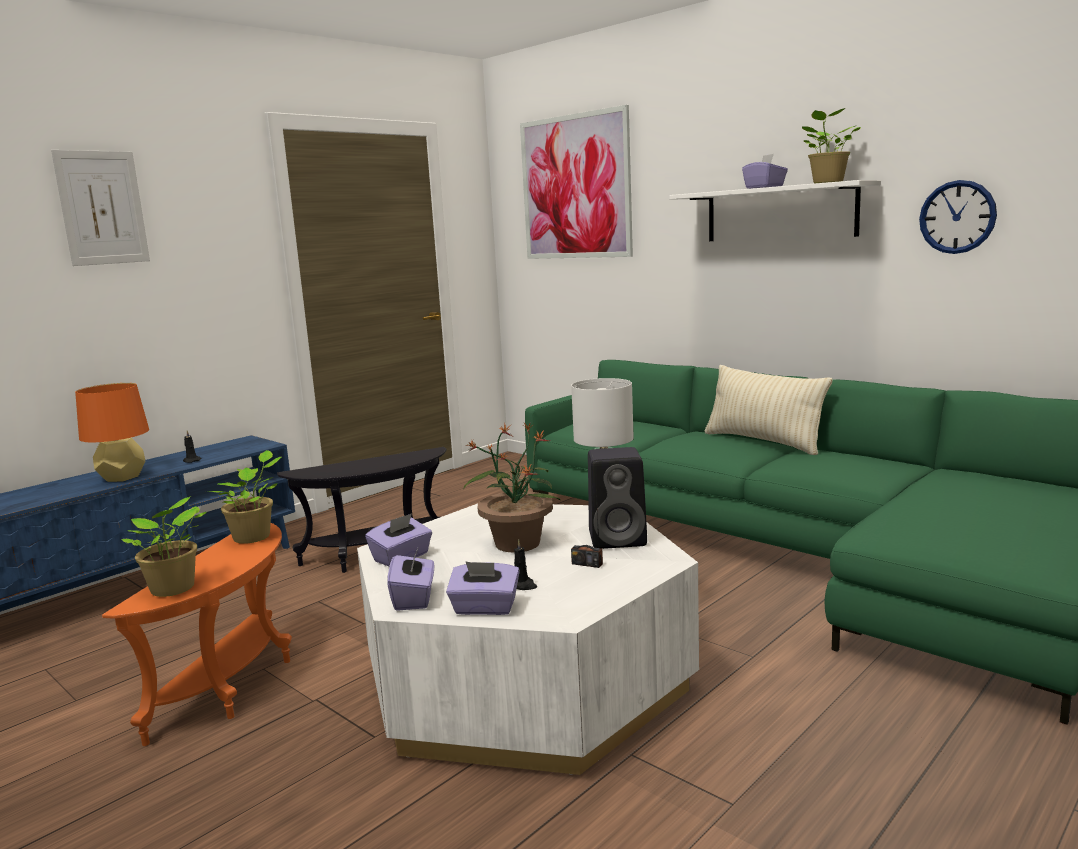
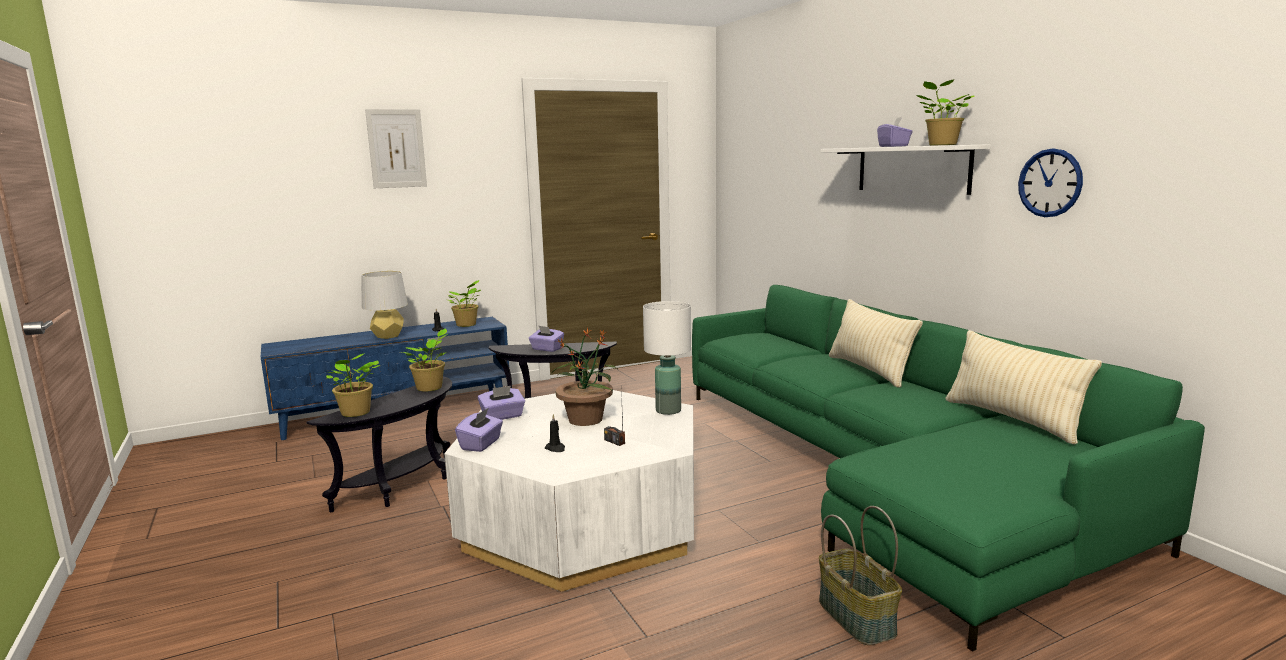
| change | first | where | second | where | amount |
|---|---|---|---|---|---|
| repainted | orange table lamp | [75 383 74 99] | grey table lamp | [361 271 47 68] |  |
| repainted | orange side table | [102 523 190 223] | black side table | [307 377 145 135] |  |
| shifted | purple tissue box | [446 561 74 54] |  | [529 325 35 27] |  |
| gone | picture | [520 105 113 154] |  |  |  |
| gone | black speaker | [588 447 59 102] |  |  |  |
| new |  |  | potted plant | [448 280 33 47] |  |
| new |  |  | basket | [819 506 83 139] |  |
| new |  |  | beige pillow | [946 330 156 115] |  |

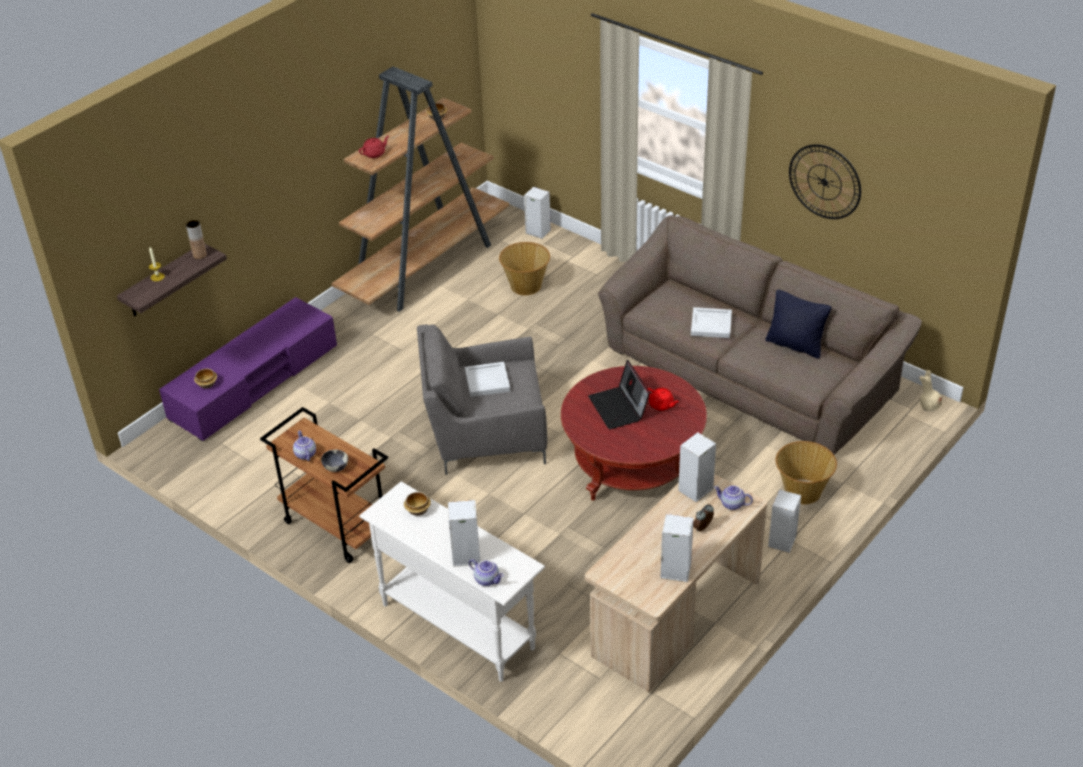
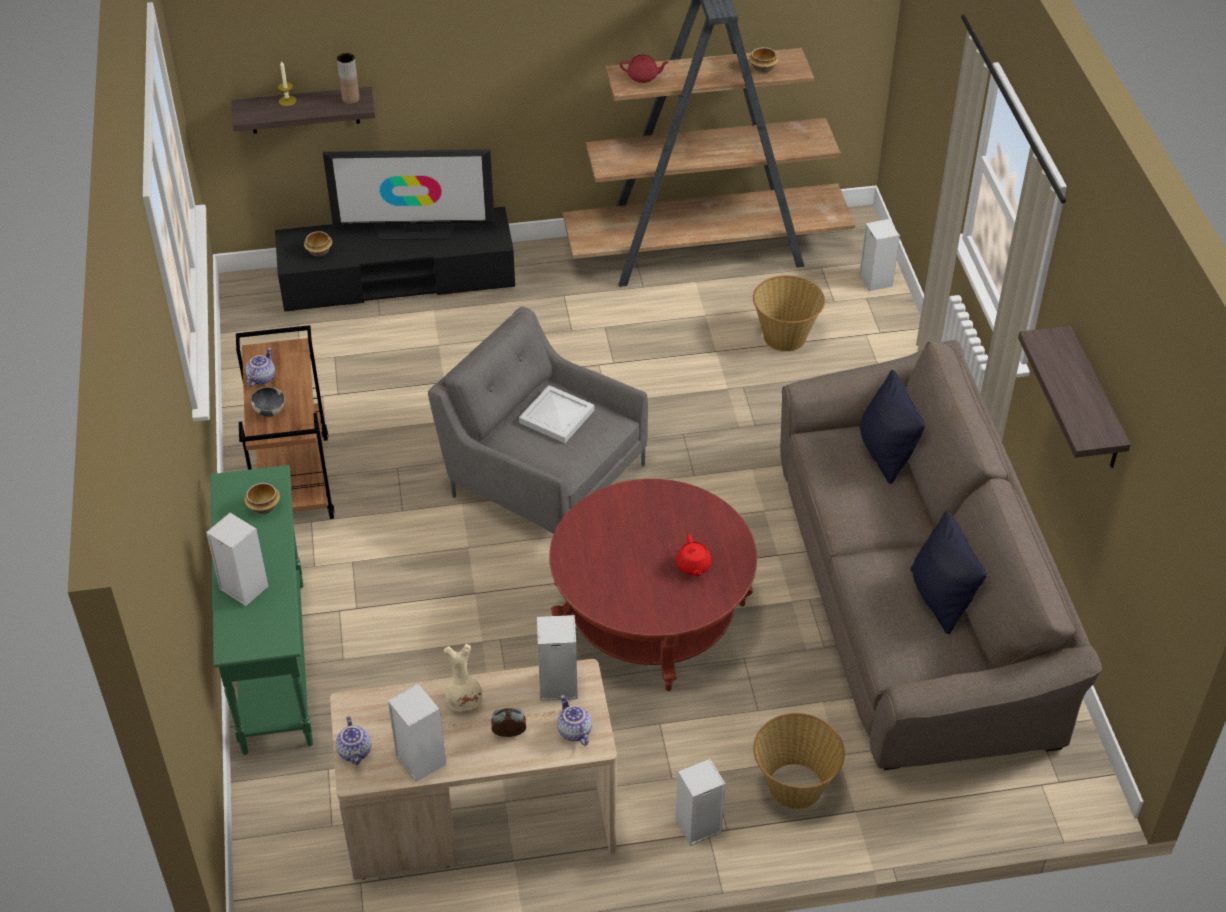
| change | first | where | second | where | amount |
|---|---|---|---|---|---|
| repainted | purple tv stand | [159 297 178 144] | black tv stand | [275 207 240 104] |  |
| repainted | white console table | [359 481 186 201] | green console table | [210 465 103 290] |  |
| shifted | teapot | [469 559 35 27] |  | [336 716 35 49] |  |
| gone | laptop | [588 360 62 69] |  |  |  |
| gone | white tray | [691 307 41 31] |  |  |  |
| swapped | wall clock | [789 144 72 75] | shelf | [1018 326 113 142] |  |
| shifted | beige vase | [919 370 23 41] |  | [444 644 38 67] |  |
| new |  |  | television | [323 149 172 91] |  |
| new |  |  | black pillow | [860 370 65 114] |  |

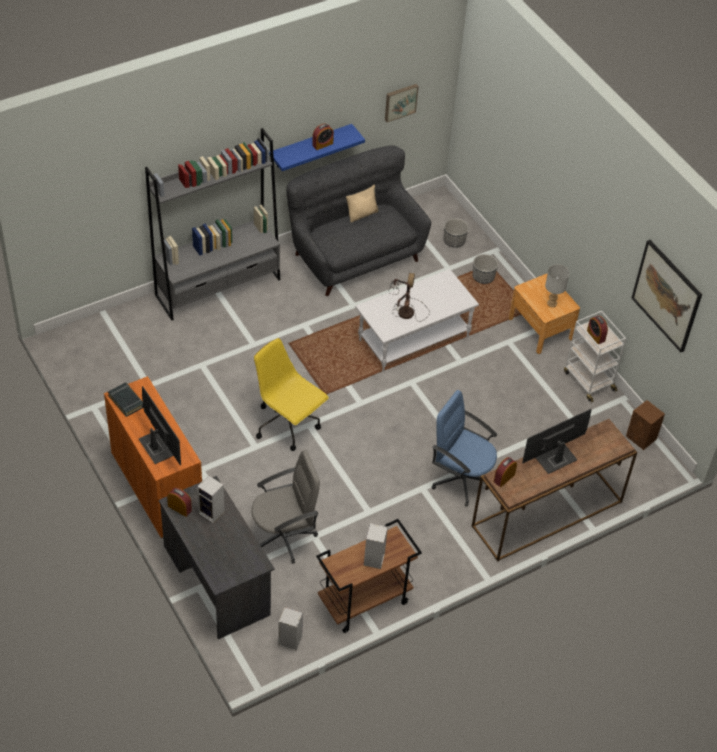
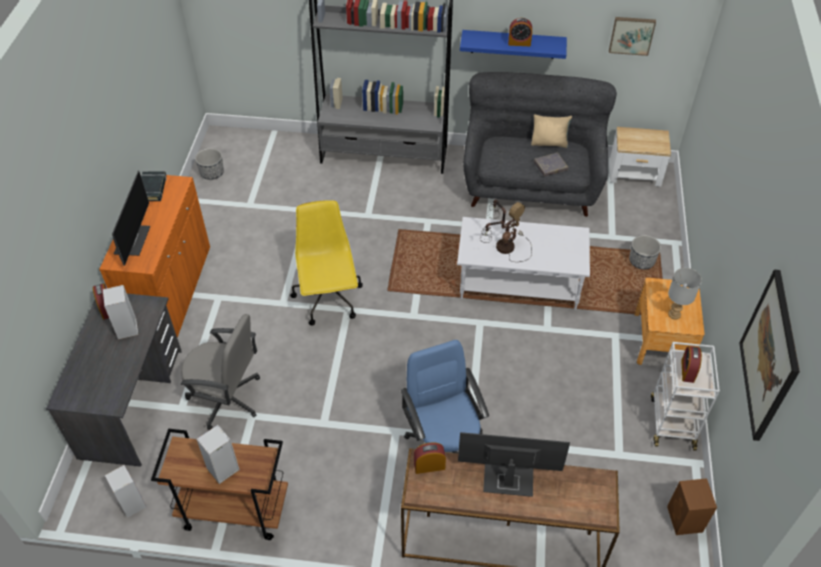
| change | first | where | second | where | amount |
|---|---|---|---|---|---|
| shifted | planter | [444 218 25 30] |  | [195 148 29 32] |  |
| new |  |  | grey book | [534 152 35 24] |  |
| new |  |  | side table | [610 127 61 60] |  |

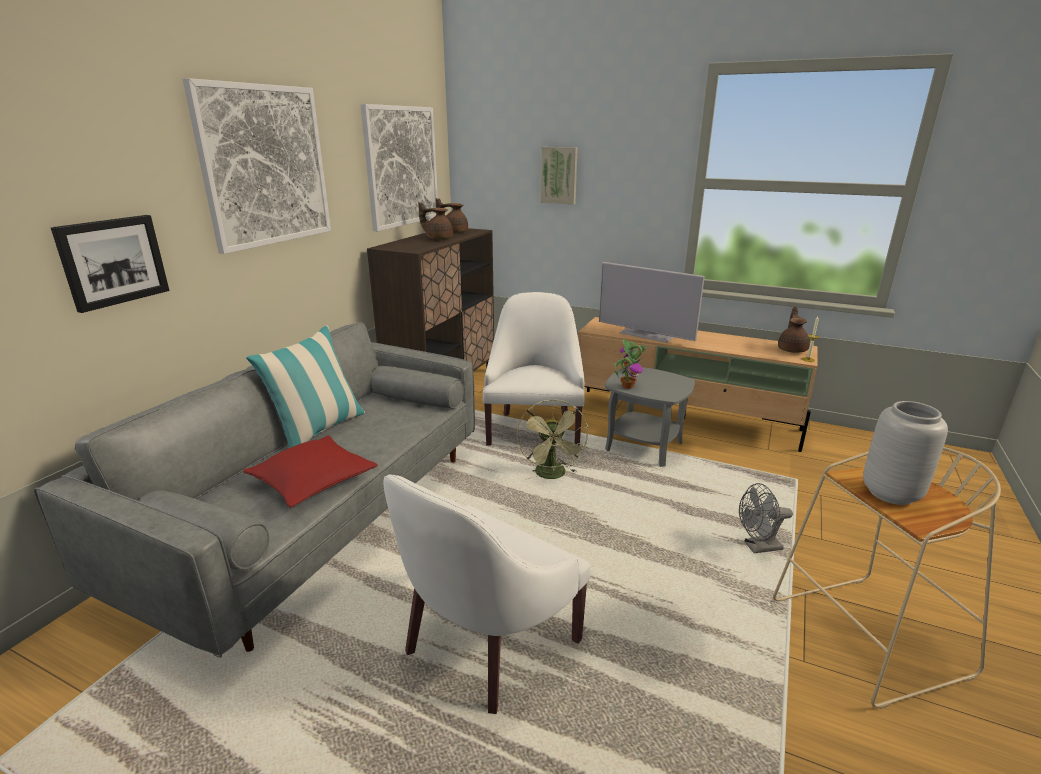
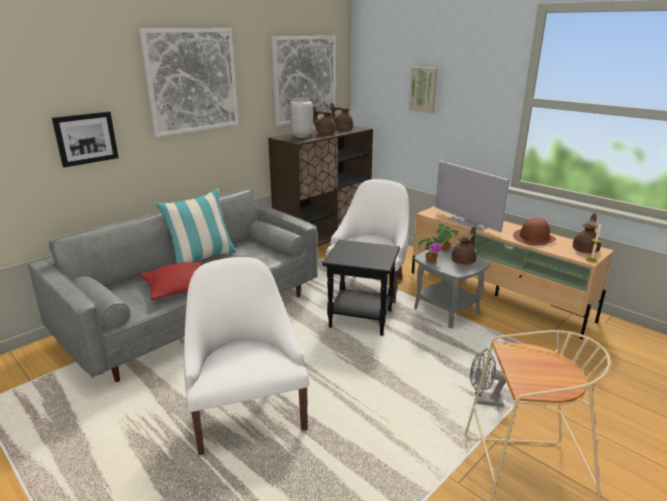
| change | first | where | second | where | amount |
|---|---|---|---|---|---|
| rotated | white armchair | [383 474 208 240] |  | [184 257 125 198] | 105 degrees clockwise |
| swapped | green fan | [517 399 71 80] | black side table | [322 240 78 96] |  |
| shifted | grey vase | [863 401 85 104] |  | [291 98 22 40] |  |
| new |  |  | brown teapot | [452 226 25 39] |  |
| new |  |  | brown hat | [513 218 43 28] |  |

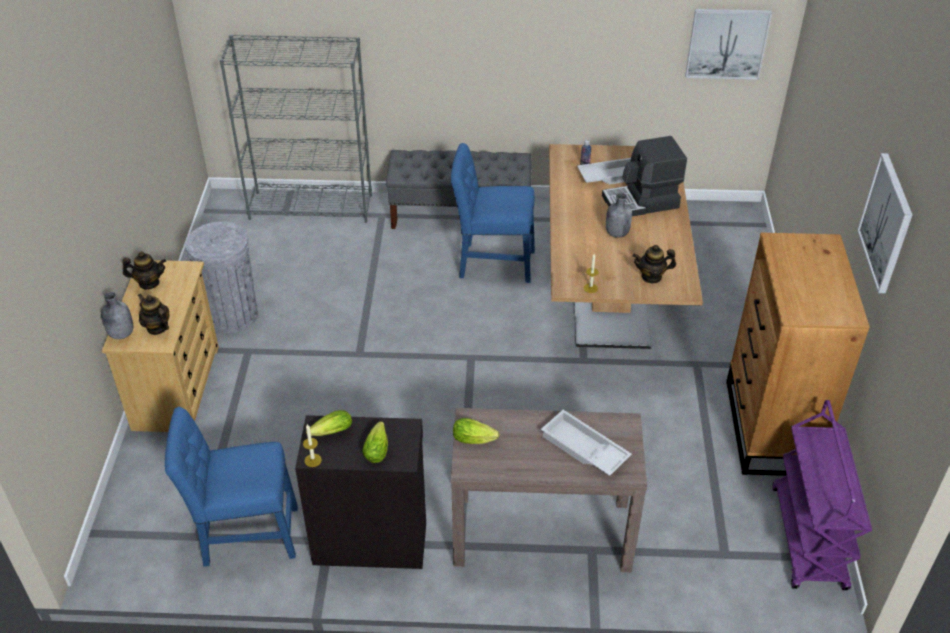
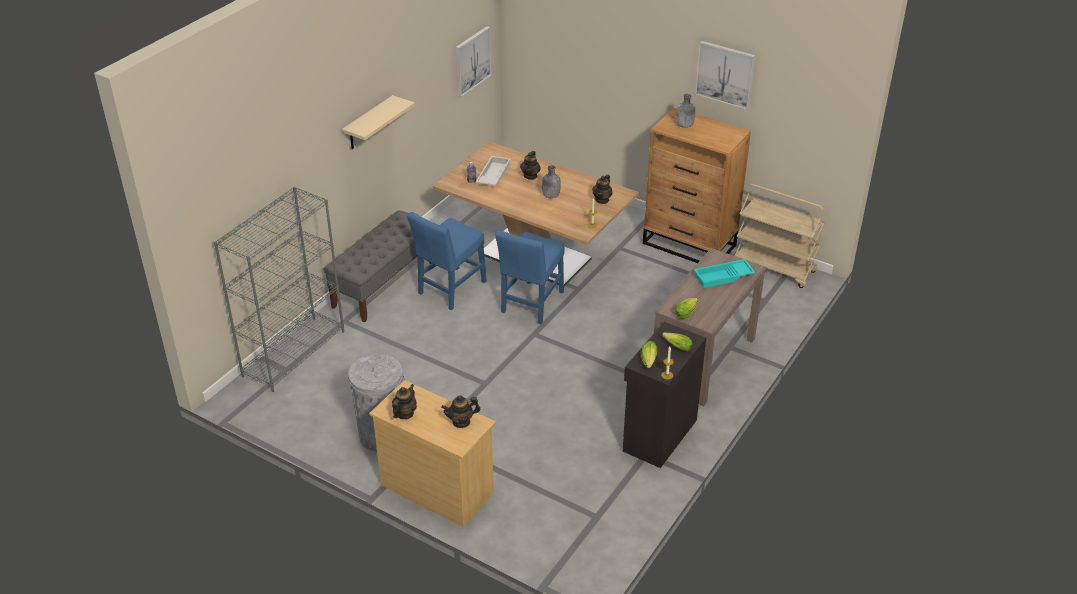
| change | first | where | second | where | amount |
|---|---|---|---|---|---|
| shifted | grey bottle | [101 292 32 47] |  | [676 94 19 34] |  |
| shifted | blue chair | [165 407 133 160] |  | [495 230 70 94] |  |
| repainted | white tray | [541 410 91 66] | turquoise tray | [694 259 61 29] |  |
| swapped | coffee machine | [602 136 85 80] | teapot | [520 151 21 29] |  |
| repainted | purple cart | [772 400 100 190] | beige cart | [735 184 90 104] |  |
| new |  |  | beige shelf | [342 95 73 54] |  |

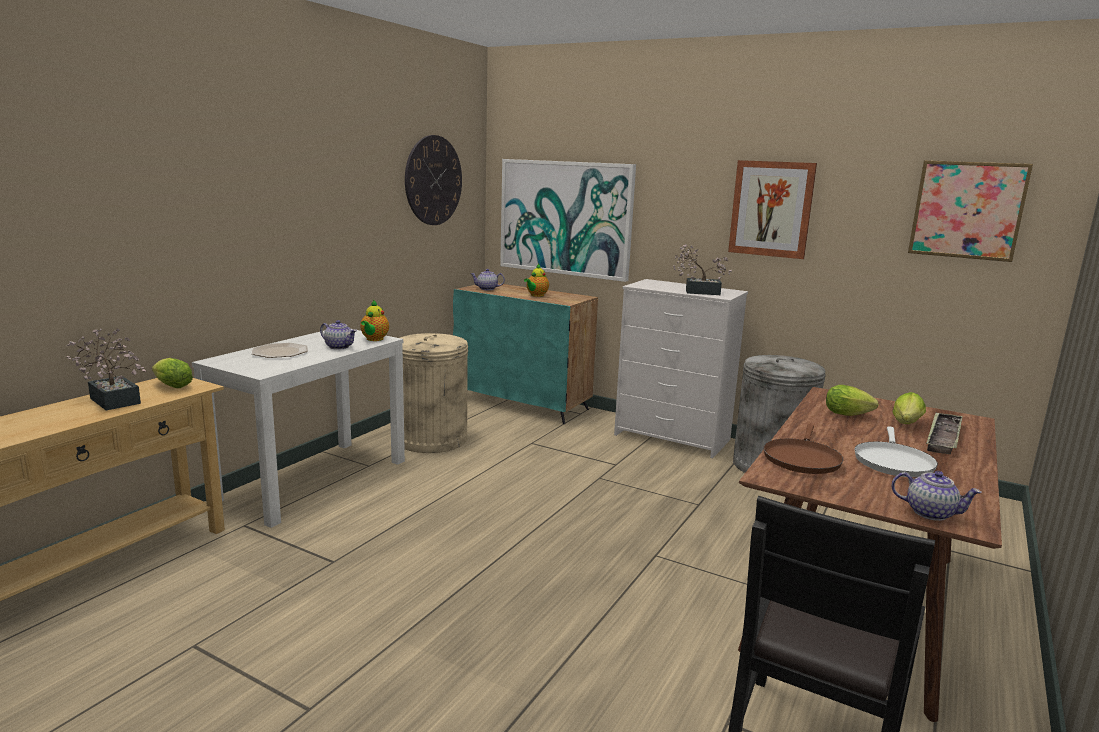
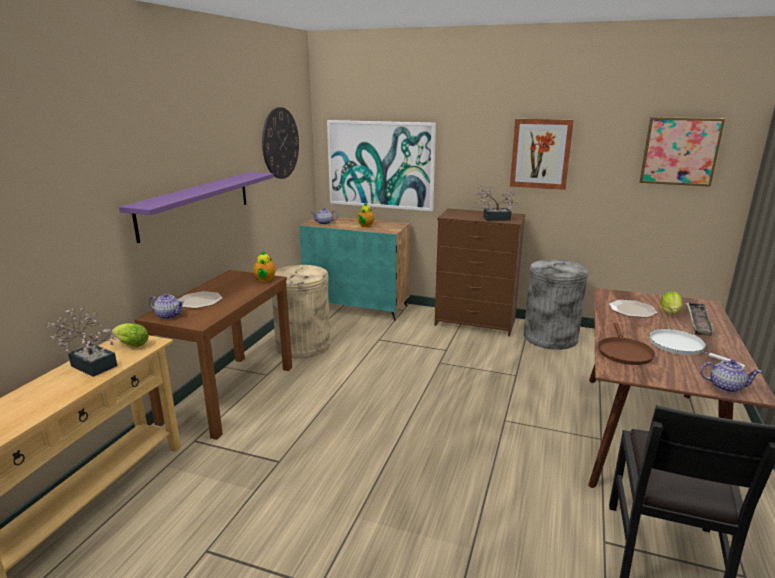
| change | first | where | second | where | amount |
|---|---|---|---|---|---|
| repainted | white console table | [192 329 213 199] | brown console table | [135 270 157 170] |  |
| shifted | teapot | [320 320 37 30] |  | [149 293 35 26] |  |
| repainted | white dresser | [614 279 134 179] | brown dresser | [435 209 91 127] |  |
| swapped | lettuce | [826 385 53 31] | plate | [609 300 48 18] |  |
| rotated | white frying pan | [854 426 84 51] |  | [649 329 96 39] | 135 degrees clockwise |
| new |  |  | purple shelf | [119 172 155 71] |  |

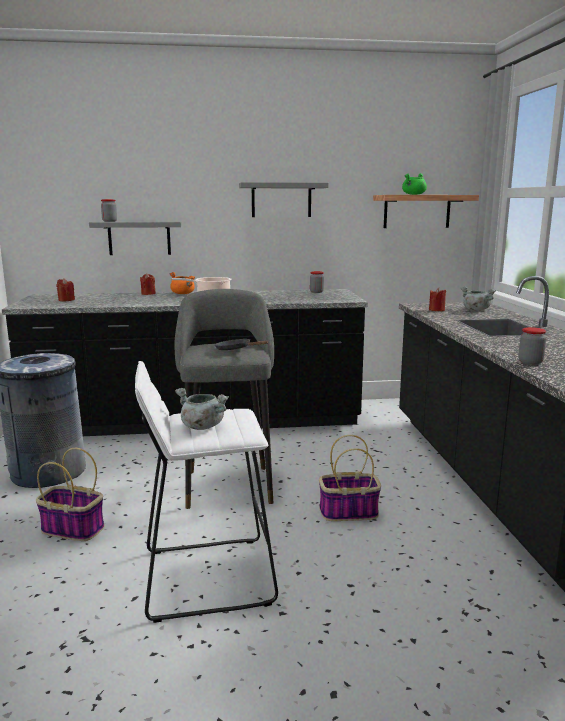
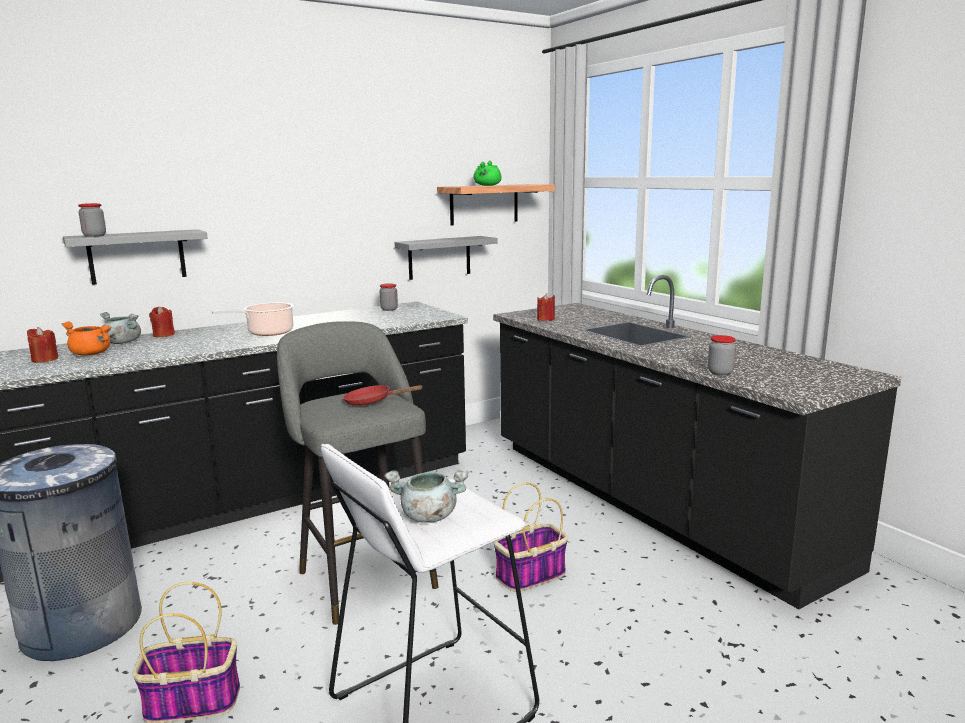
| change | first | where | second | where | amount |
|---|---|---|---|---|---|
| shifted | orange cooking pot | [169 272 26 22] |  | [62 321 50 35] |  |
| repainted | black frying pan | [215 339 54 11] | red frying pan | [343 385 79 21] |  |
| shifted | grey shelf | [239 182 89 35] |  | [395 236 103 44] |  |
| shifted | grey cooking pot | [461 287 35 24] |  | [100 312 41 32] |  |

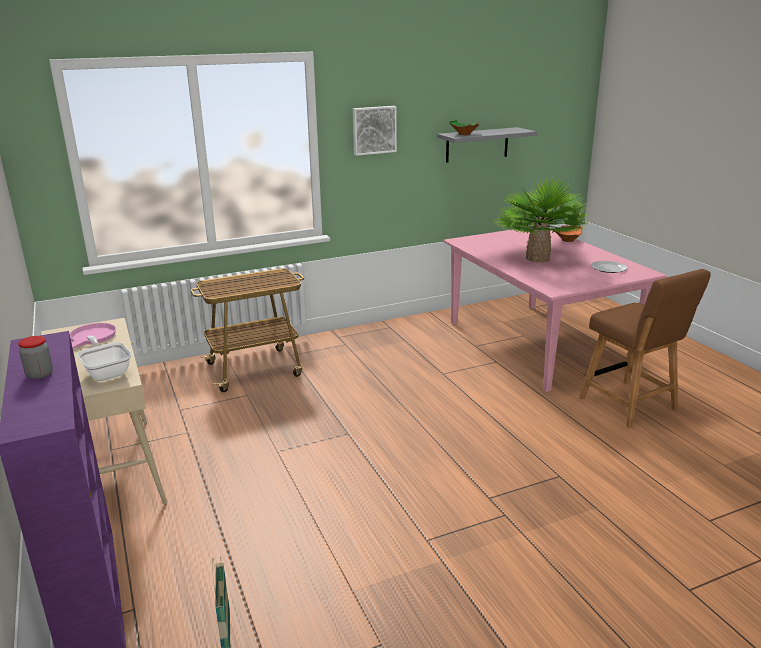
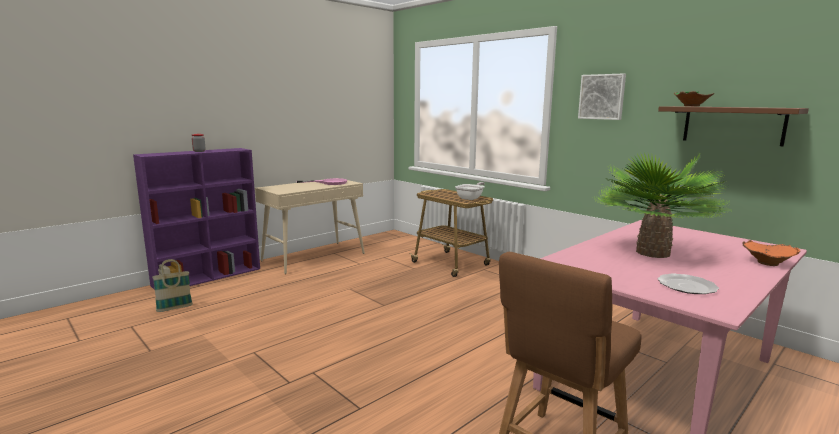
| change | first | where | second | where | amount |
|---|---|---|---|---|---|
| shifted | frying pan | [77 335 55 46] |  | [455 182 30 18] |  |
| repainted | grey shelf | [437 127 100 36] | brown shelf | [658 106 151 40] |  |

